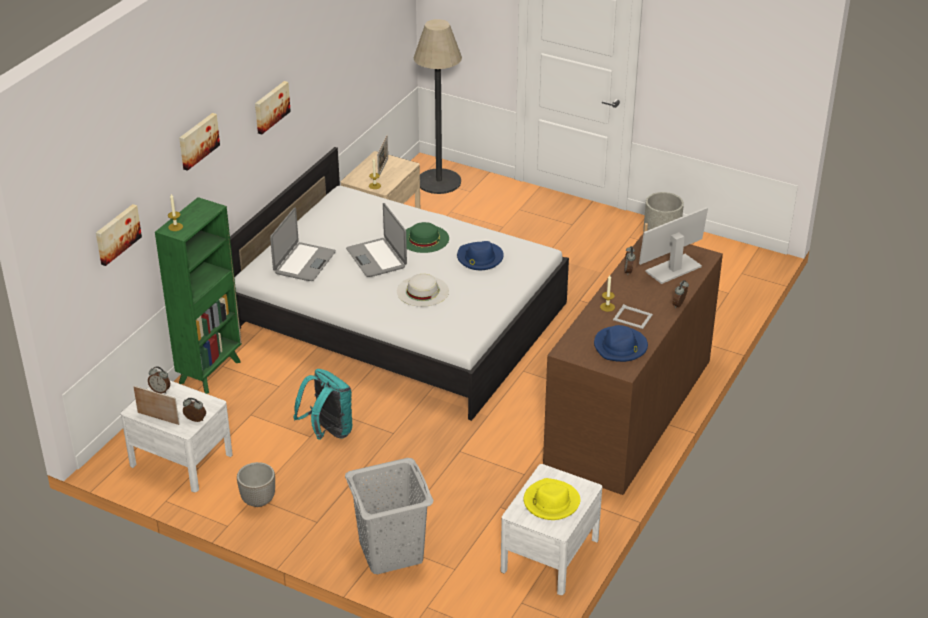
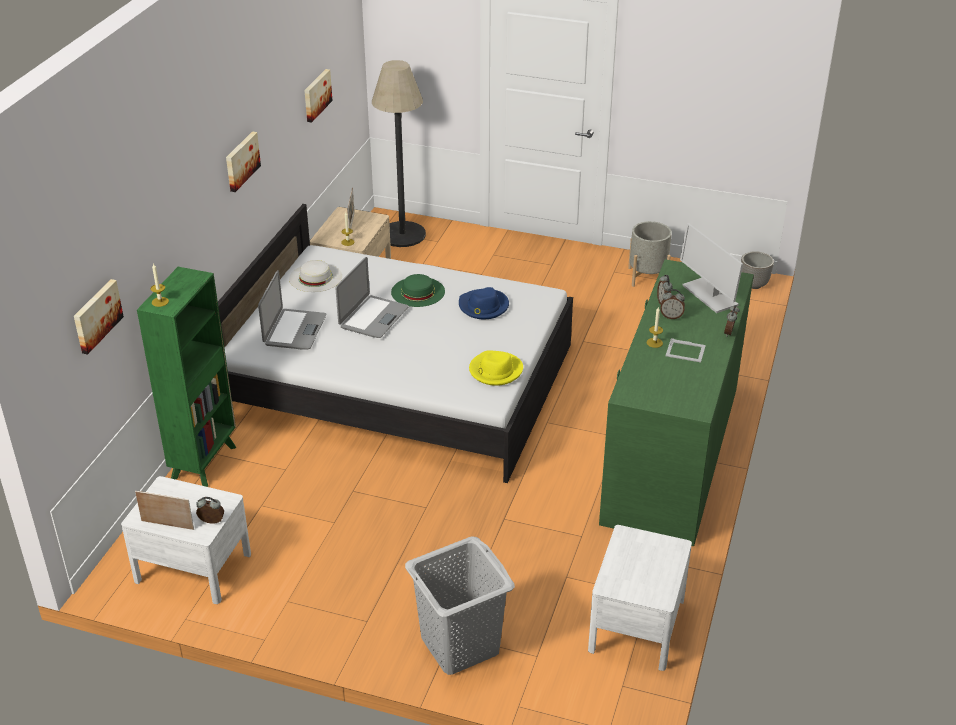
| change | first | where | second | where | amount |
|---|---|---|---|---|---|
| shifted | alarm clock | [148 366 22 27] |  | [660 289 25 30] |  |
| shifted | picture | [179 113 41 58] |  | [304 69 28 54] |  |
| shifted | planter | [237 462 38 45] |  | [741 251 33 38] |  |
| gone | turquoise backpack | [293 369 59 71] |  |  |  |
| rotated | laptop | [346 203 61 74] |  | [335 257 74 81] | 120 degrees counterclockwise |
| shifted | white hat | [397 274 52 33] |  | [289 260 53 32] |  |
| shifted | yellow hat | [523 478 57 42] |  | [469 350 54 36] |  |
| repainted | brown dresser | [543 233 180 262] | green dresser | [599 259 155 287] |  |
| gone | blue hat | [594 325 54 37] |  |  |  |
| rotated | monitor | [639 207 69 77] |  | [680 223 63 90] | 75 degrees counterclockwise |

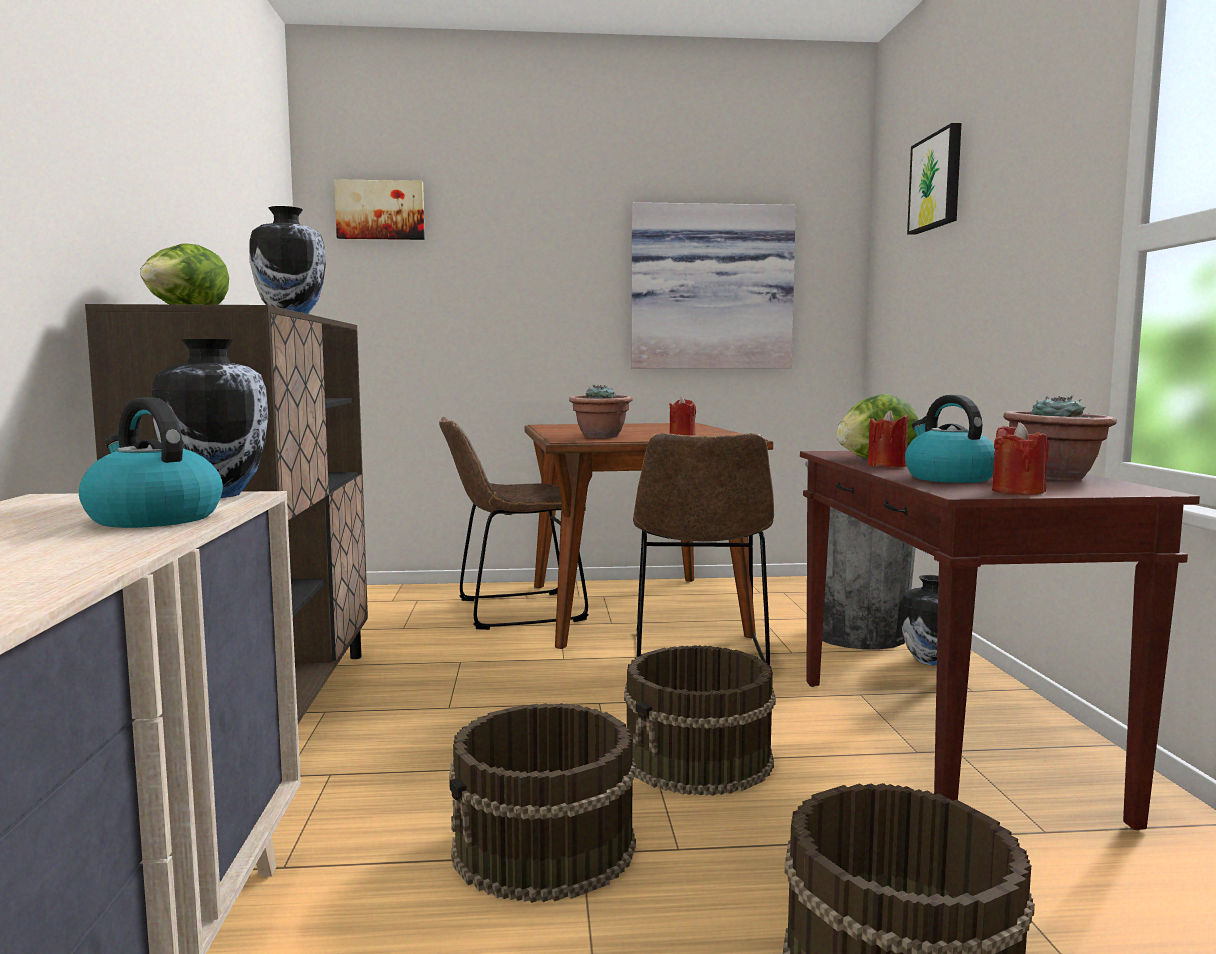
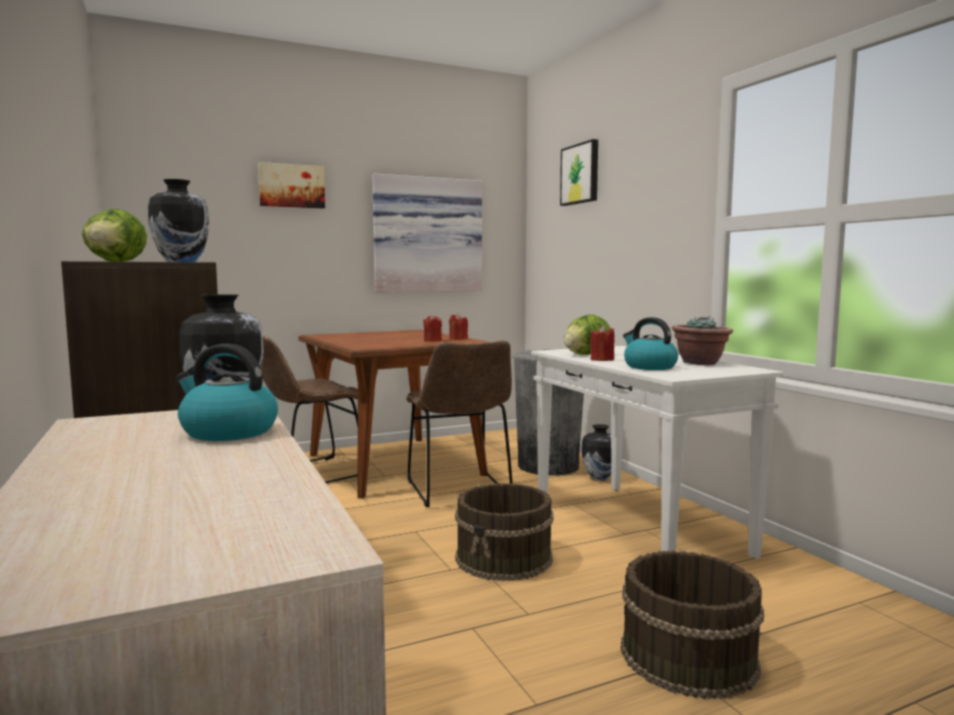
| change | first | where | second | where | amount |
|---|---|---|---|---|---|
| shifted | picture | [334 179 91 61] |  | [258 162 67 47] |  |
| gone | brown bucket | [449 703 187 200] |  |  |  |
| gone | potted plant | [569 385 64 53] |  |  |  |
| repainted | brown console table | [800 451 400 379] | white console table | [531 346 253 213] |  |
| shifted | red candle | [992 422 57 73] |  | [449 313 19 27] |  |

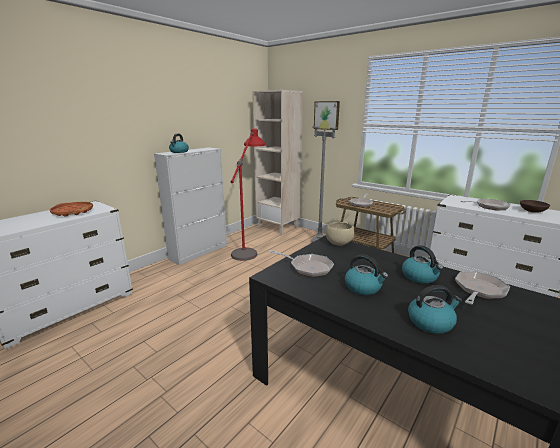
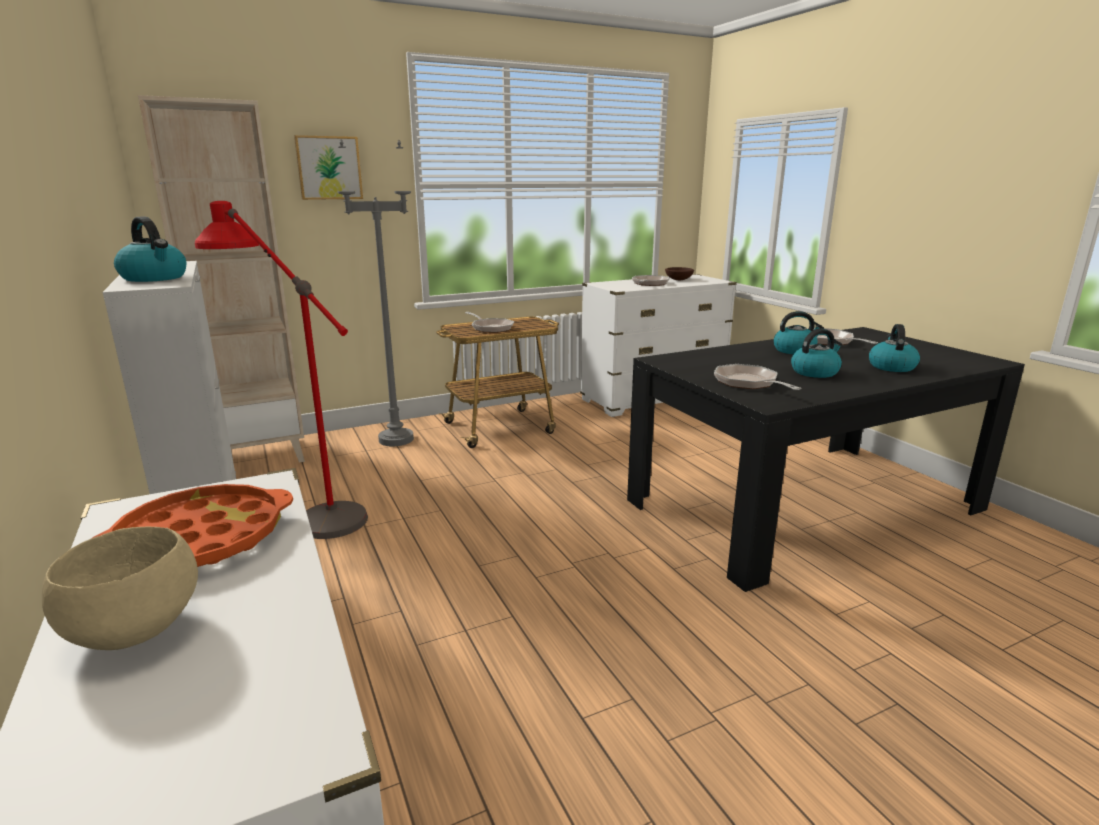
| change | first | where | second | where | amount |
|---|---|---|---|---|---|
| rotated | frying pan | [269 250 65 27] |  | [714 364 87 26] | 75 degrees counterclockwise |
| shifted | beige bowl | [326 222 28 24] |  | [42 527 156 123] |  |

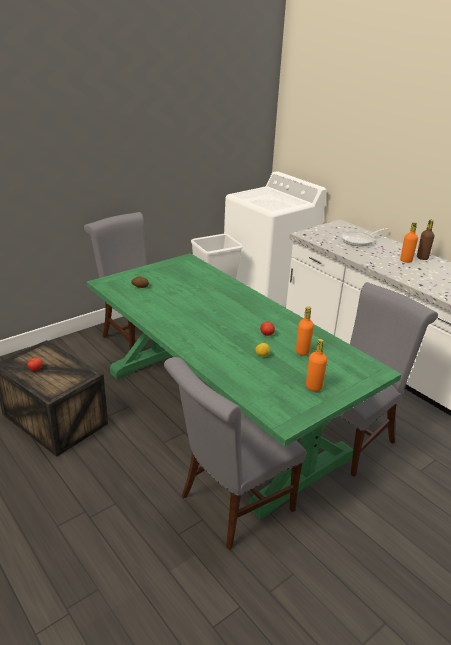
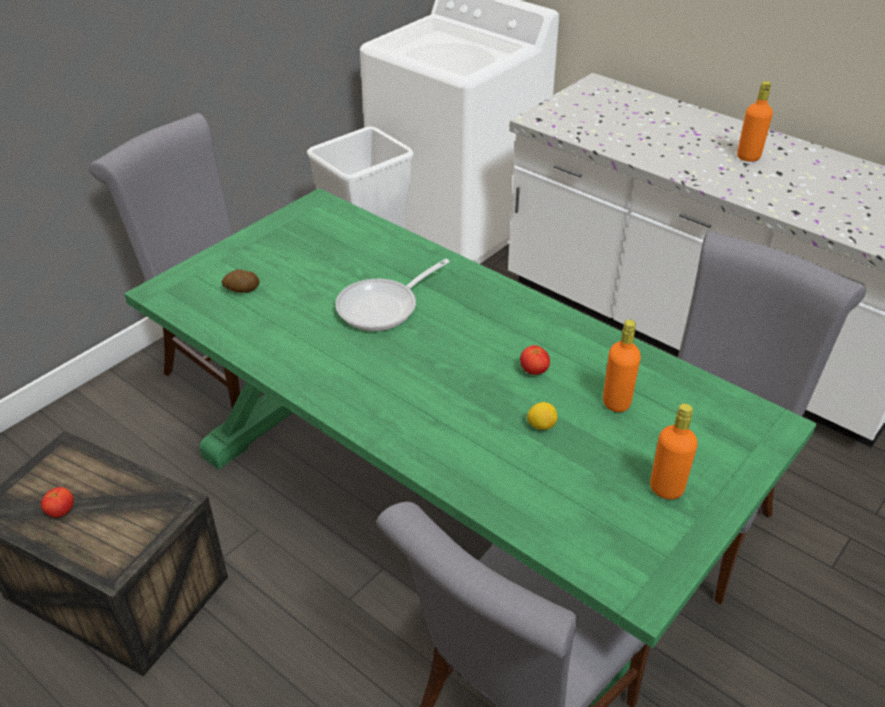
| change | first | where | second | where | amount |
|---|---|---|---|---|---|
| shifted | frying pan | [341 228 46 18] |  | [335 259 115 72] |  |
| gone | brown bottle | [417 220 18 40] |  |  |  |

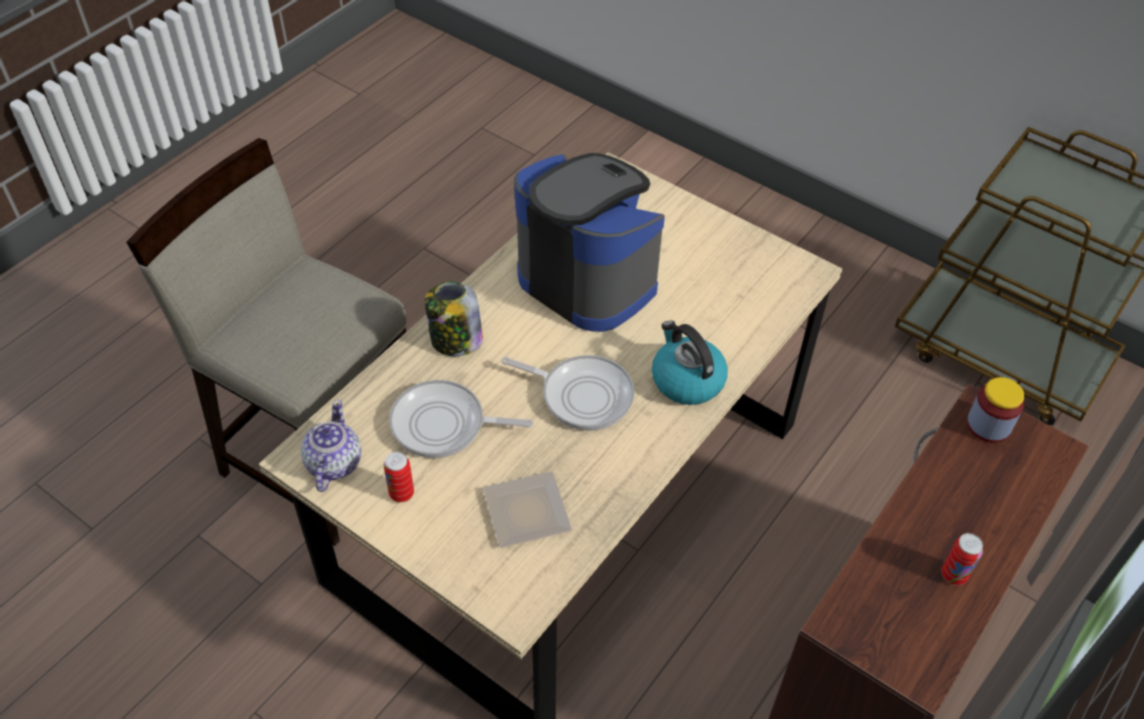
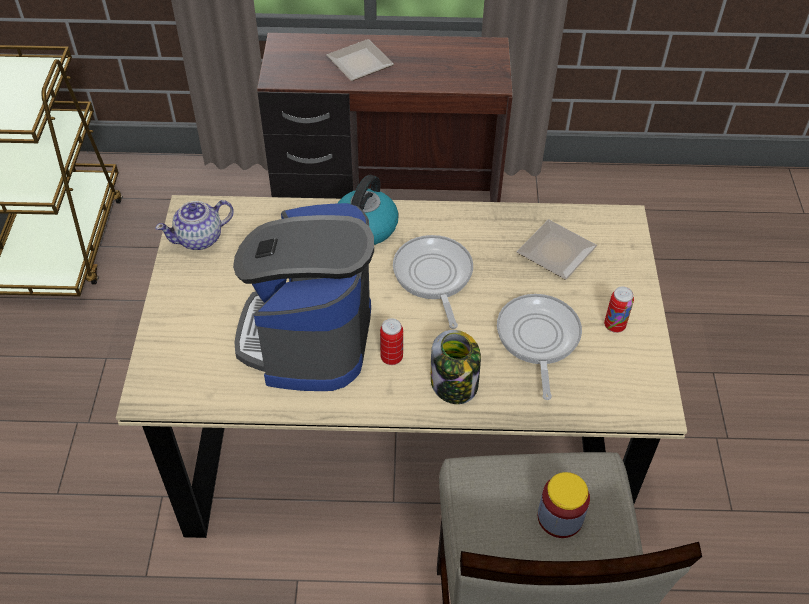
| change | first | where | second | where | amount |
|---|---|---|---|---|---|
| shifted | teapot | [300 400 61 92] |  | [155 200 79 50] |  |
| rotated | frying pan | [389 380 144 78] |  | [497 294 85 106] | 150 degrees counterclockwise |
| shifted | can | [942 533 41 52] |  | [380 318 23 47] |  |
| shifted | jar | [967 377 57 66] |  | [538 472 52 66] |  |
| new |  |  | plate | [326 39 68 42] |  |

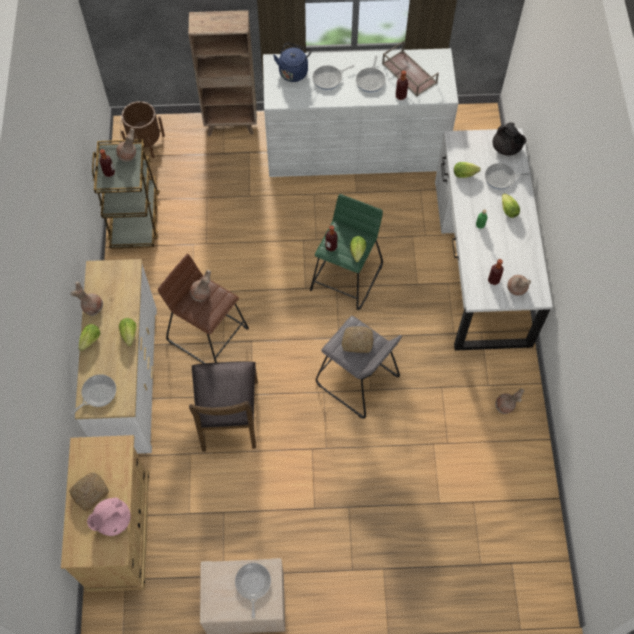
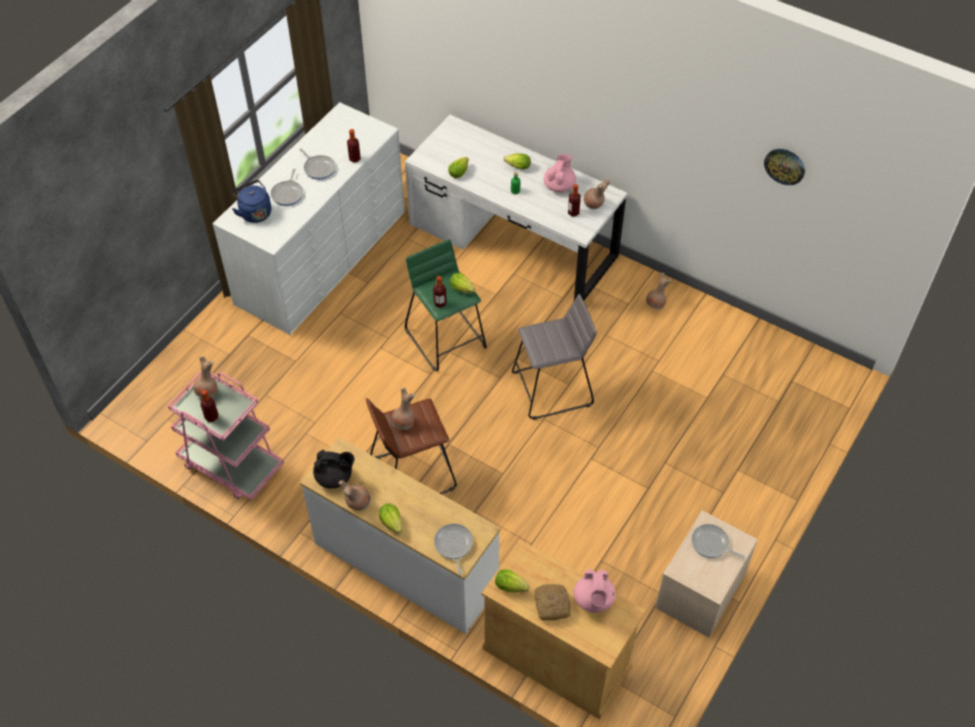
| change | first | where | second | where | amount |
|---|---|---|---|---|---|
| repainted | brown cart | [92 139 68 110] | pink cart | [168 372 116 128] |  |
| shifted | lettuce | [119 318 17 28] |  | [495 569 34 24] |  |
| gone | brown planter | [121 101 44 57] |  |  |  |
| gone | brown bookcase | [188 10 69 127] |  |  |  |
| gone | brown chair | [189 361 69 90] |  |  |  |
| gone | bread | [341 326 32 27] |  |  |  |
| gone | brown tray | [382 41 57 55] |  |  |  |
| gone | frying pan | [485 163 46 27] |  |  |  |
| shifted | black teapot | [493 122 33 34] |  | [313 450 42 39] |  |
| new |  |  | pink teapot | [544 154 32 38] |  |
| new |  |  | wall clock | [764 149 41 36] |  |

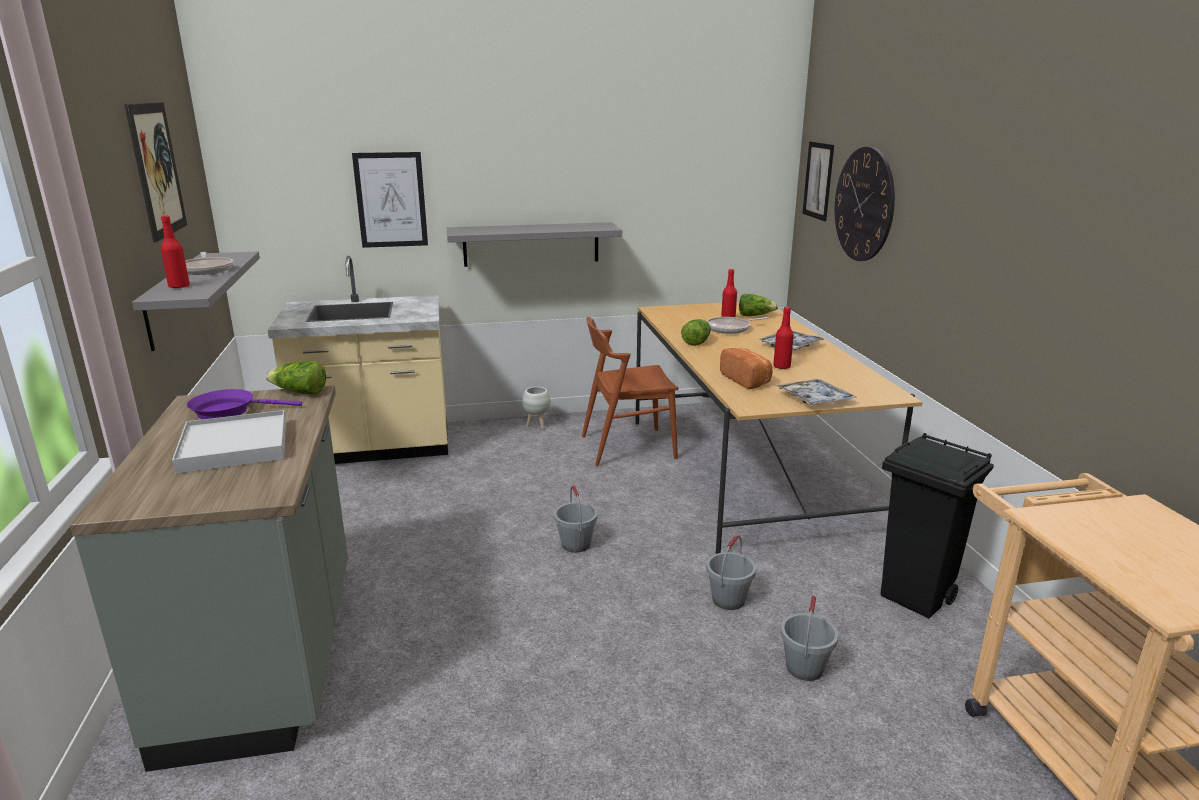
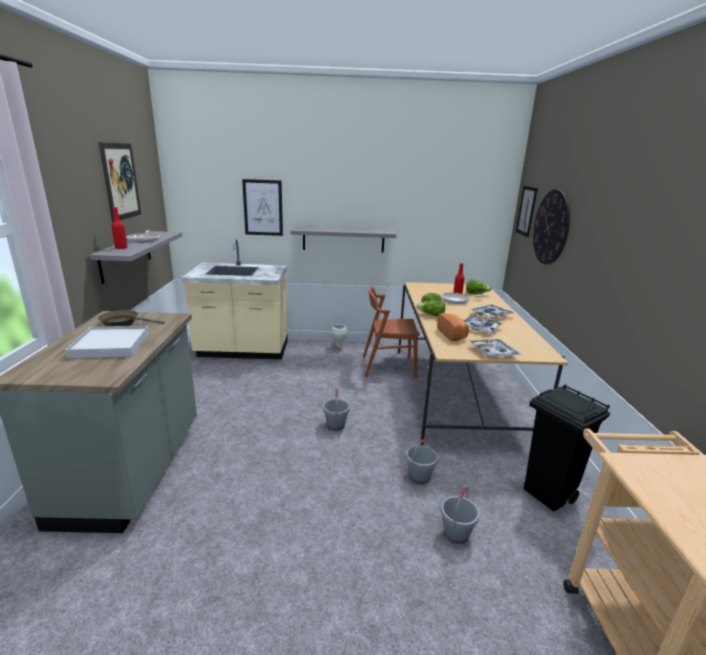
| change | first | where | second | where | amount |
|---|---|---|---|---|---|
| repainted | purple frying pan | [187 389 115 30] | brown frying pan | [98 310 67 17] |  |
| shifted | lettuce | [266 361 60 34] |  | [417 300 28 16] |  |
| swapped | red bottle | [773 307 21 62] | tray | [463 315 40 18] |  |

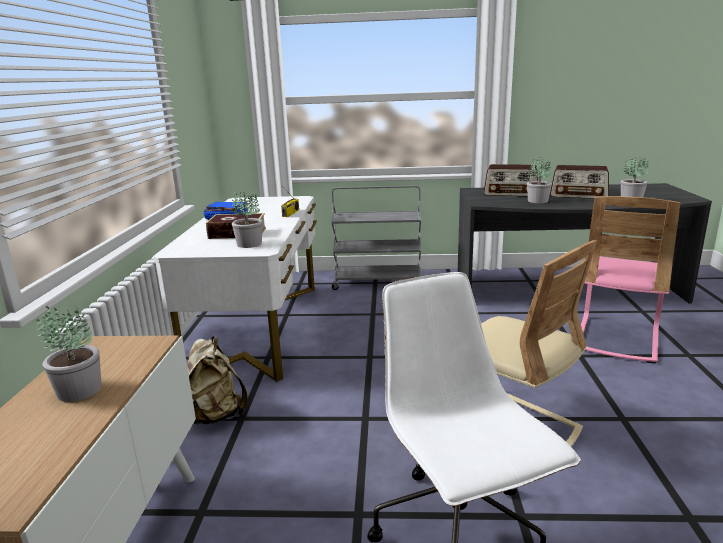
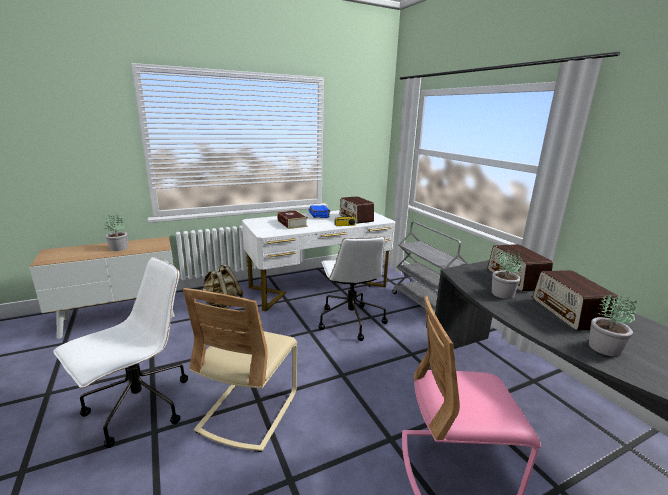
| change | first | where | second | where | amount |
|---|---|---|---|---|---|
| gone | potted plant | [232 192 31 56] |  |  |  |
| new |  |  | white office chair | [318 236 70 105] |  |
| new |  |  | radio | [340 196 34 28] |  |

